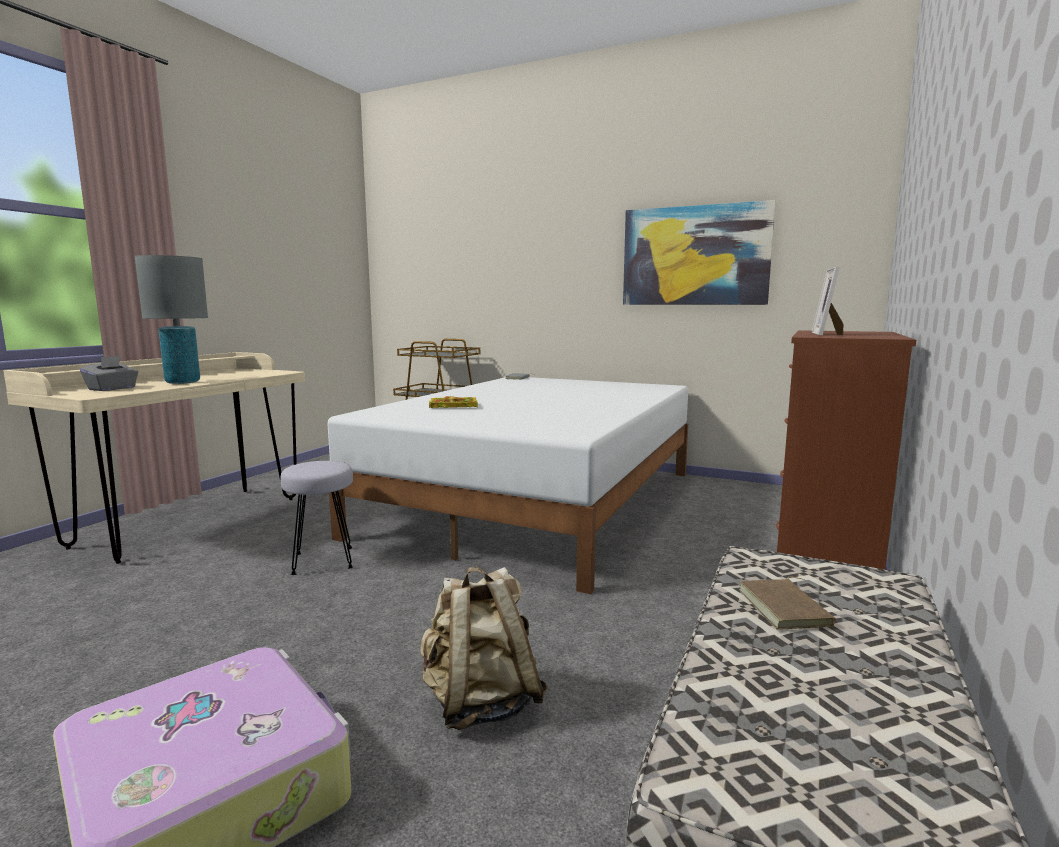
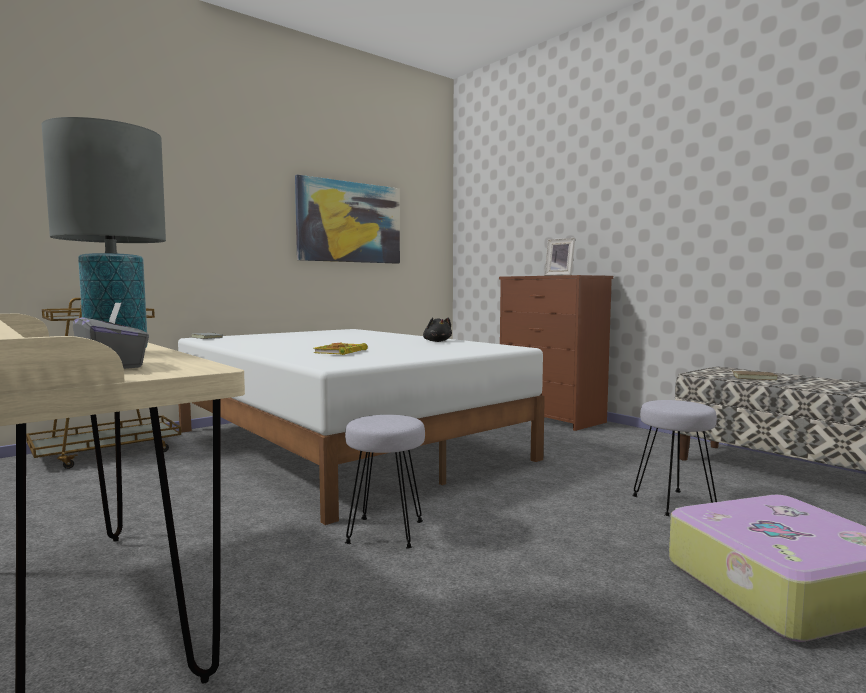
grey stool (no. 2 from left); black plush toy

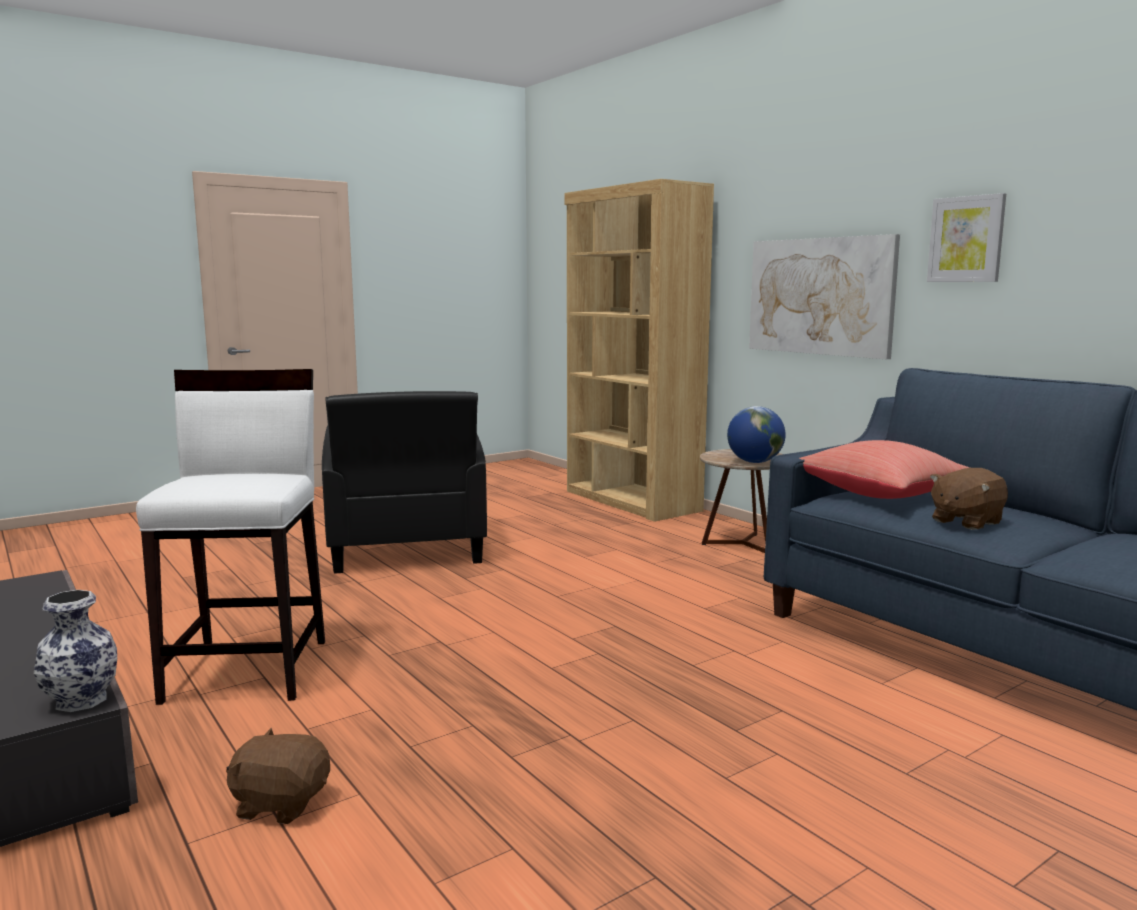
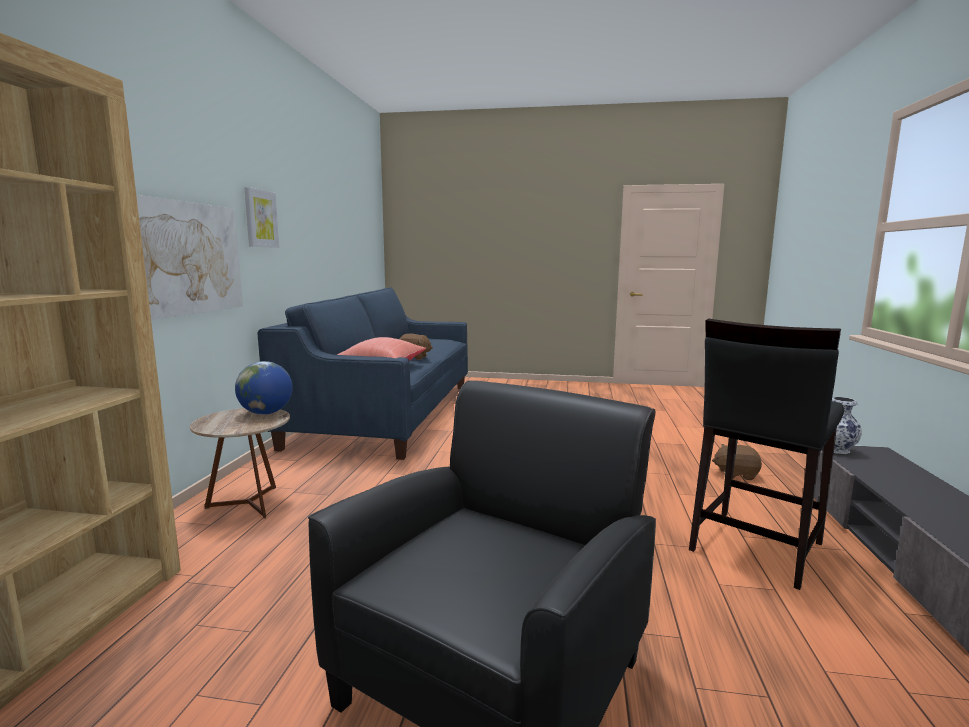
black stool; brown plush toy (no. 2 from left)

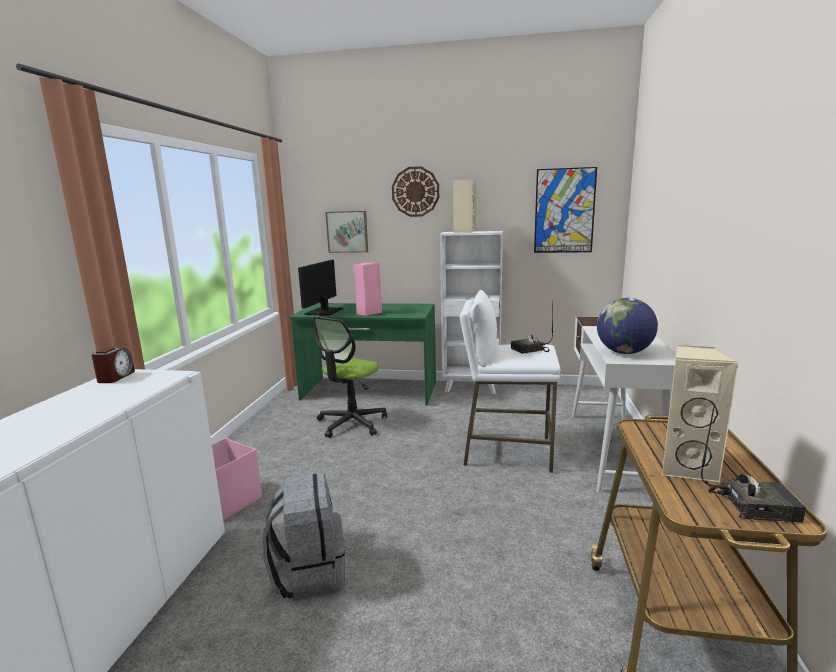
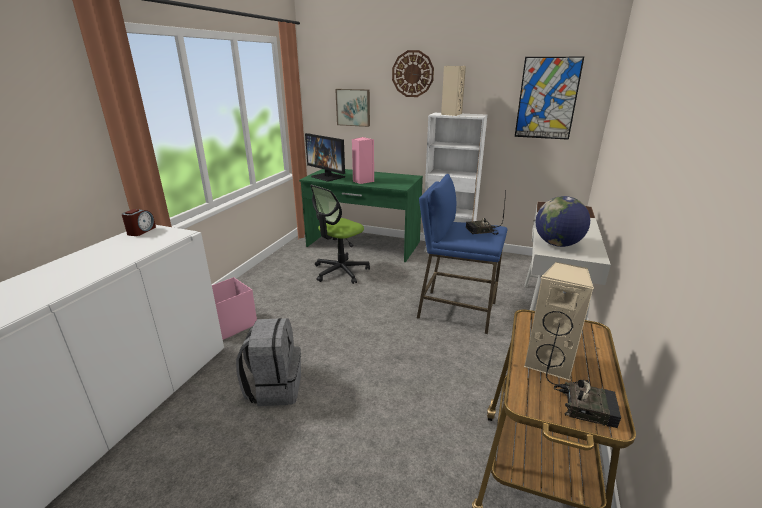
monitor; blue stool

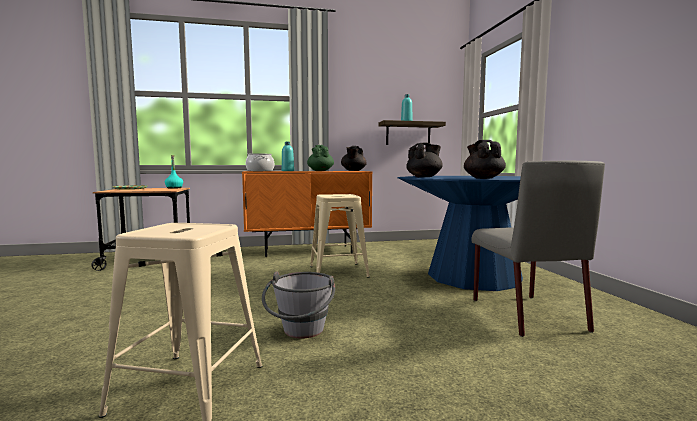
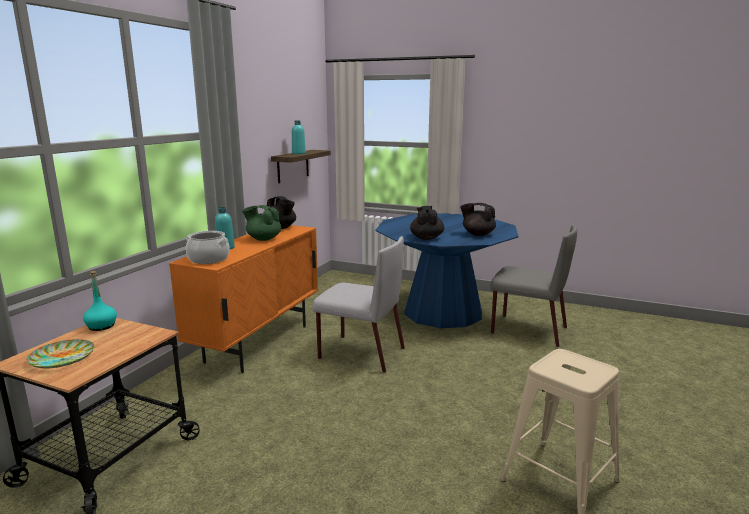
grey chair (no. 1 from left); grey bucket

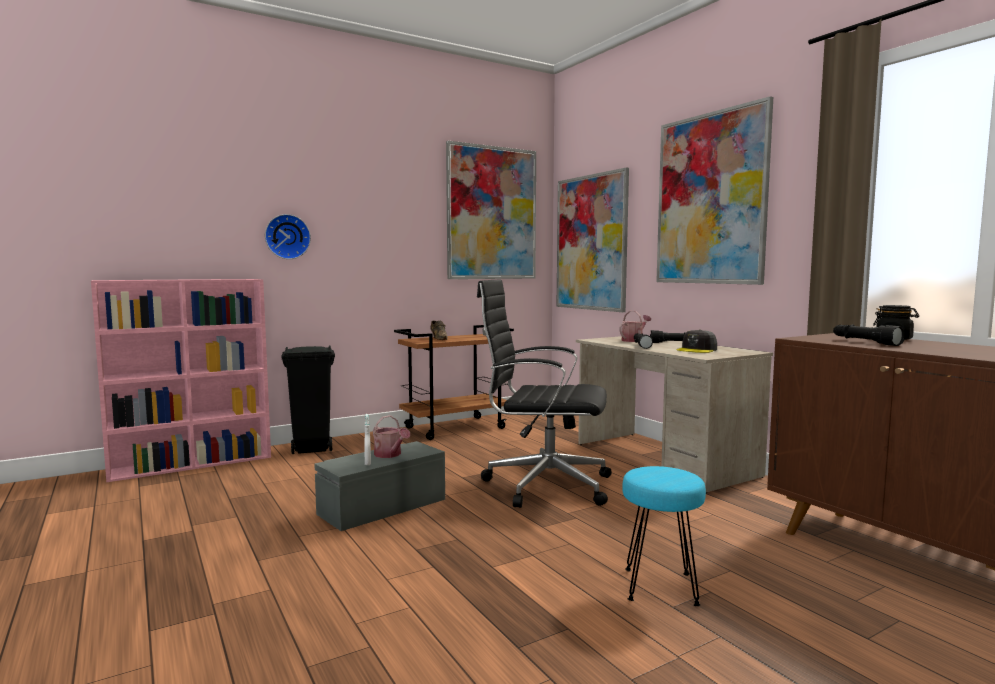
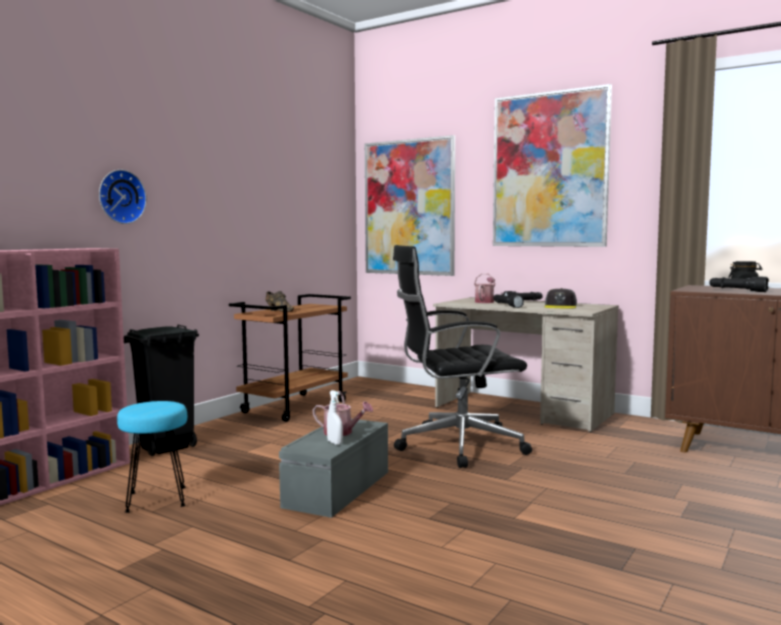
picture (no. 1 from left in the first image); turquoise stool

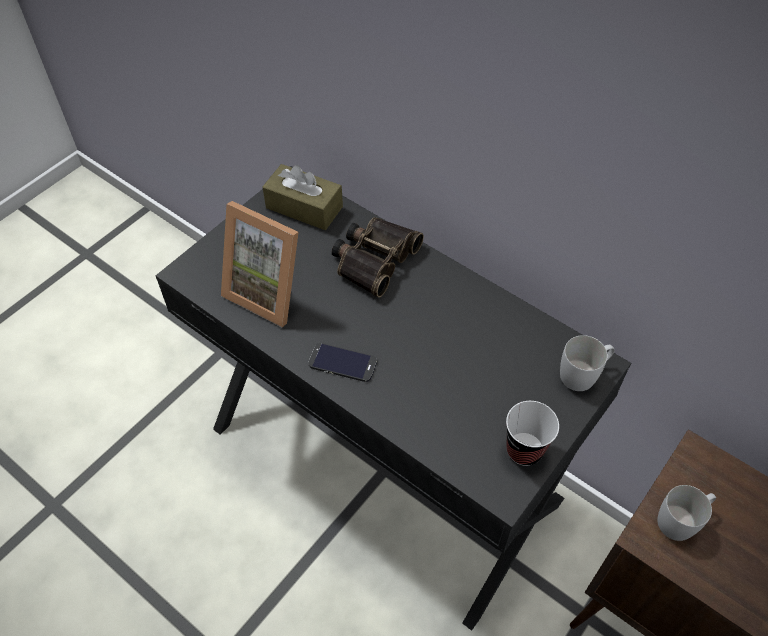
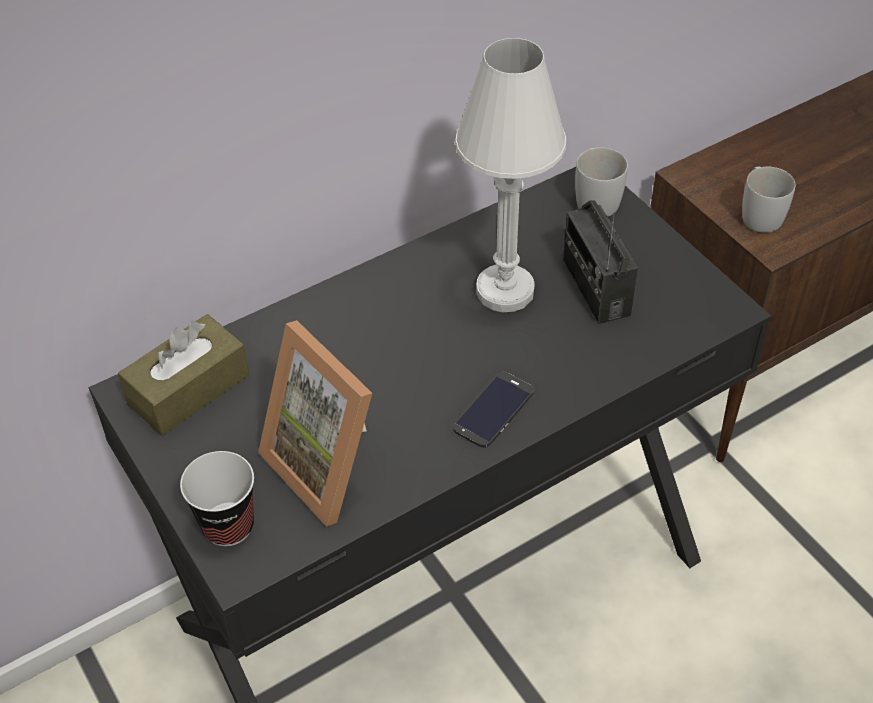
picture frame; binoculars; cup; white table lamp; radio

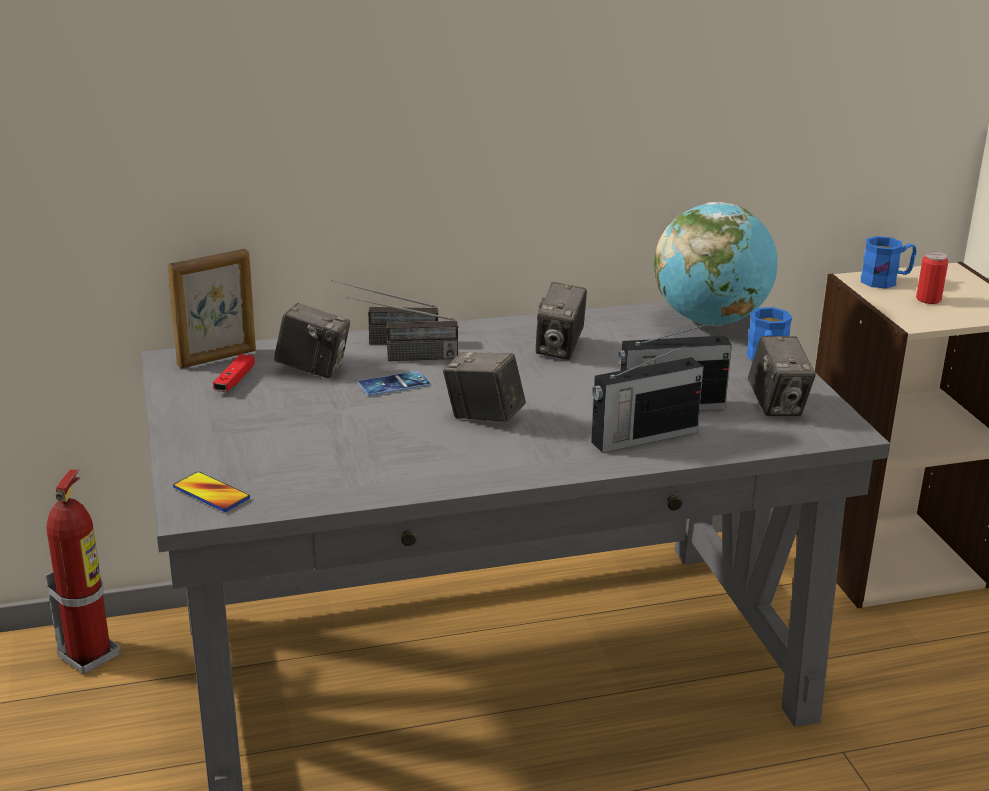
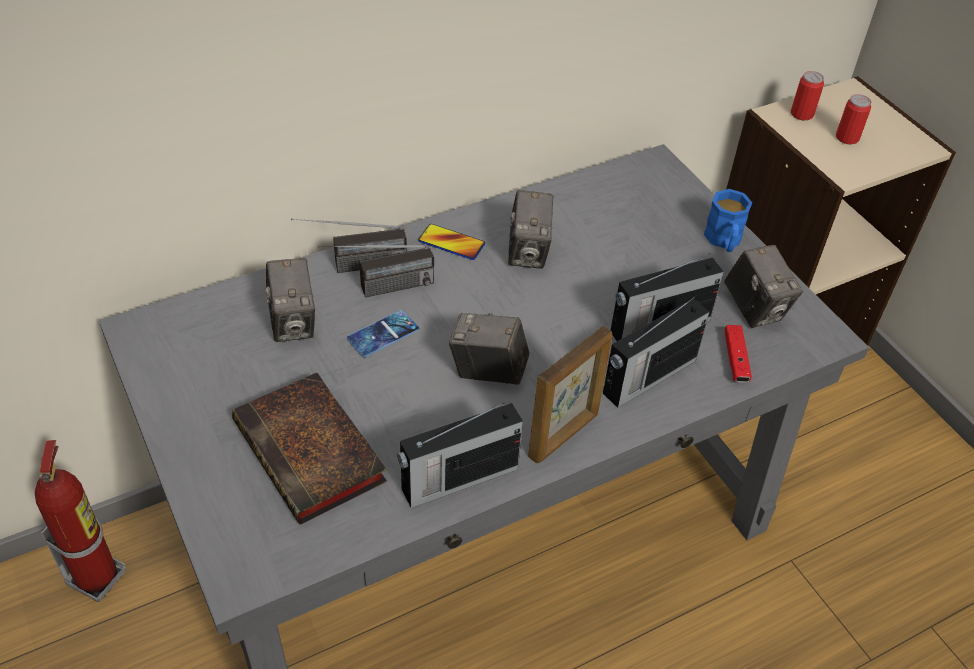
globe; can (no. 1 from left); picture frame; photo camera (no. 1 from left); red game controller; phone (no. 2 from left); book; radio (no. 3 from left)

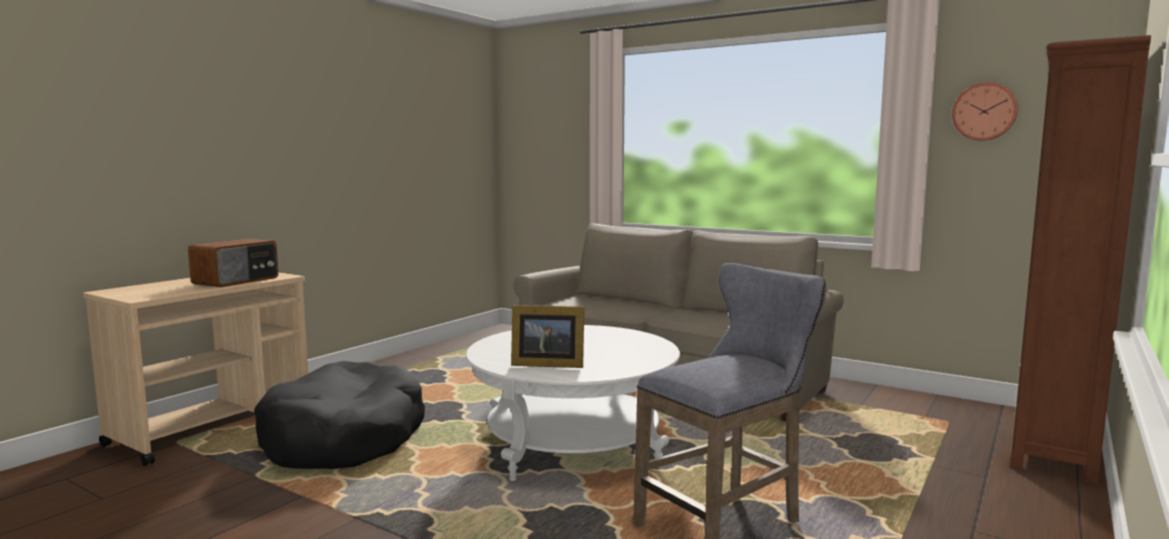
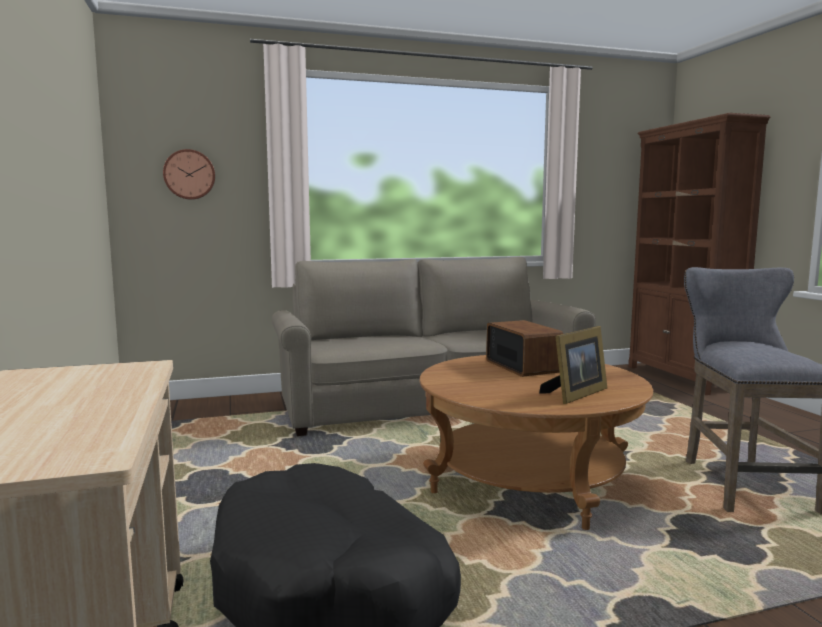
wall clock; radio; brown coffee table

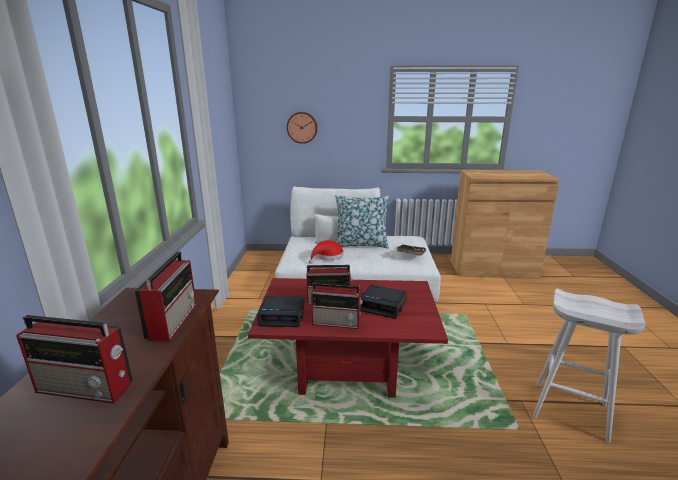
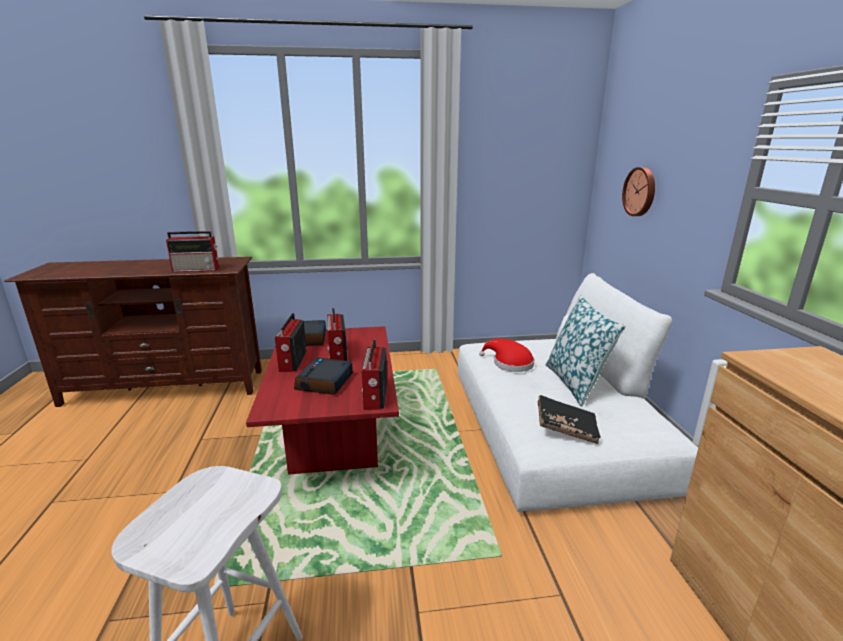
radio (no. 4 from left)

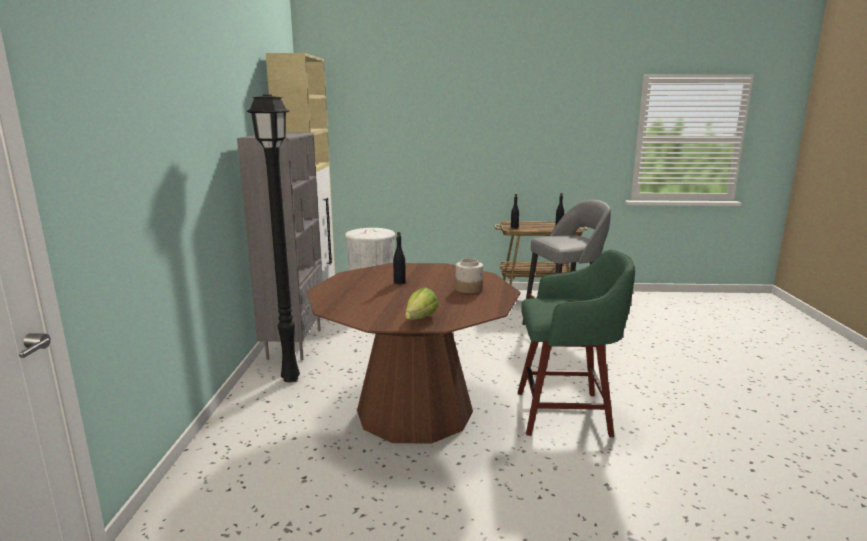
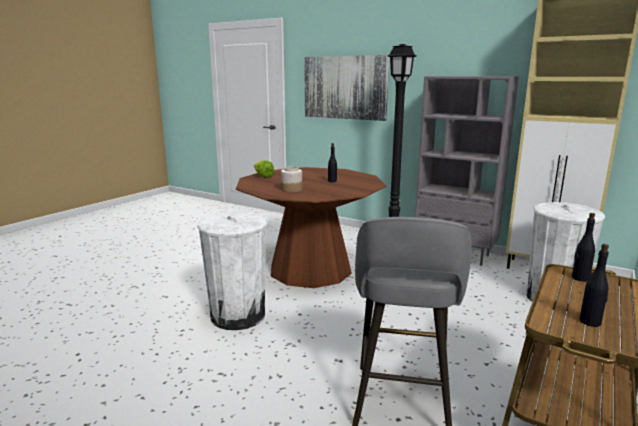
white trash can (no. 1 from left); picture

